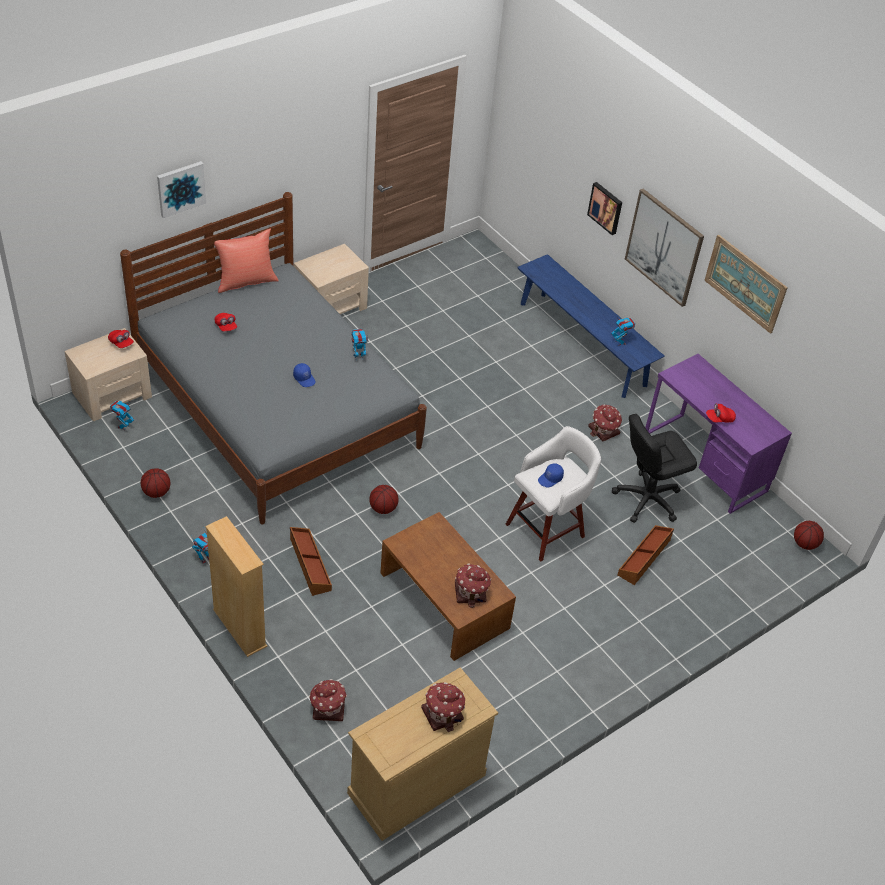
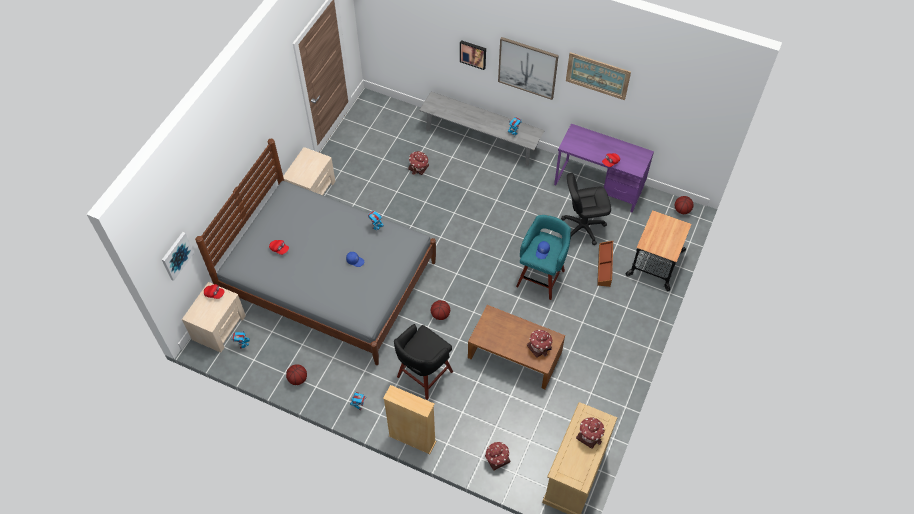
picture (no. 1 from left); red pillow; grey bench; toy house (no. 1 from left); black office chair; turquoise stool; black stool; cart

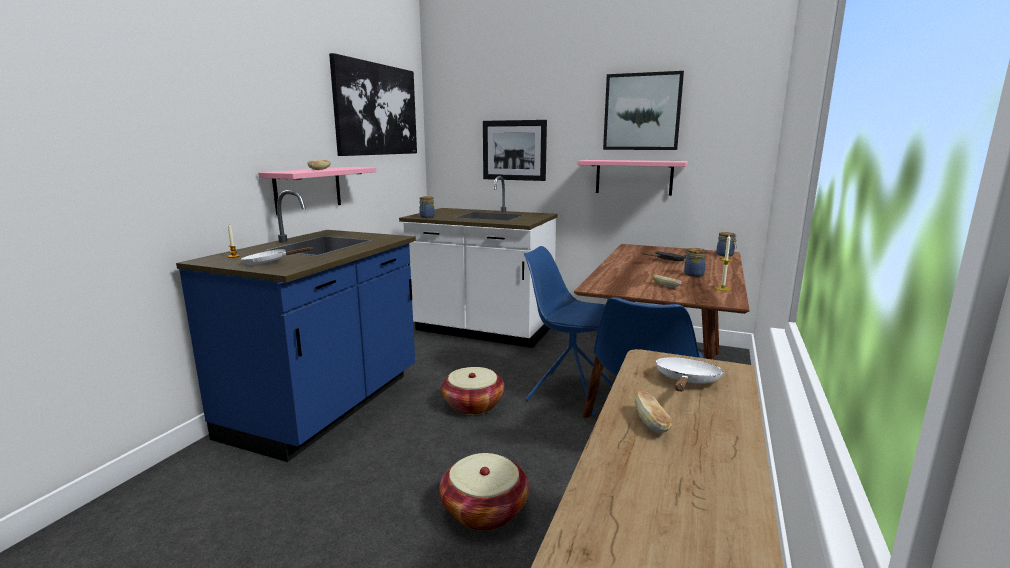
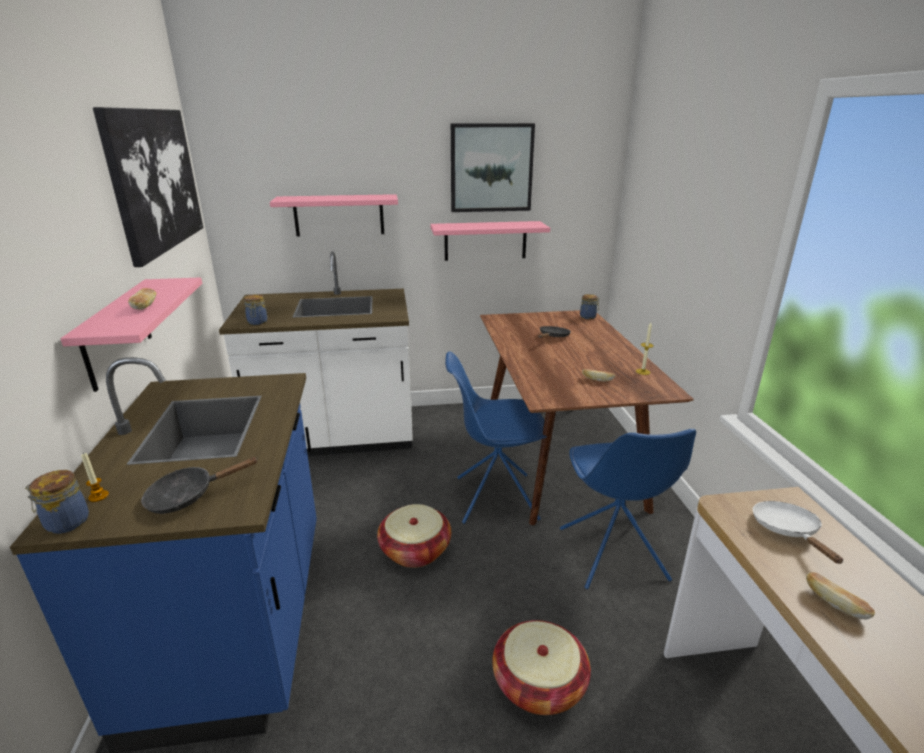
pink shelf (no. 2 from left); black frying pan (no. 1 from left); jar (no. 1 from left)

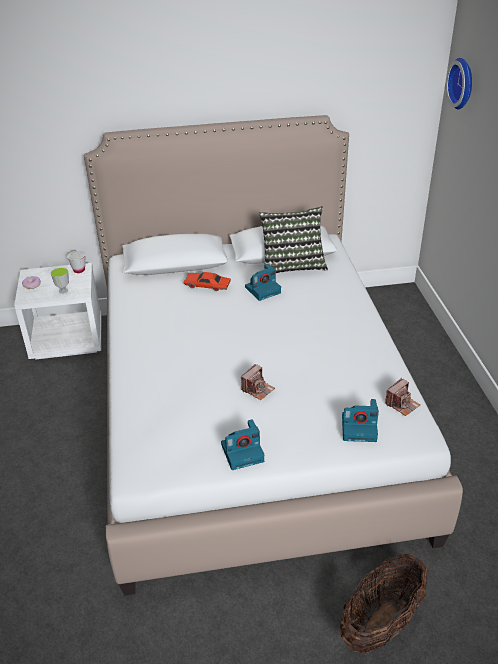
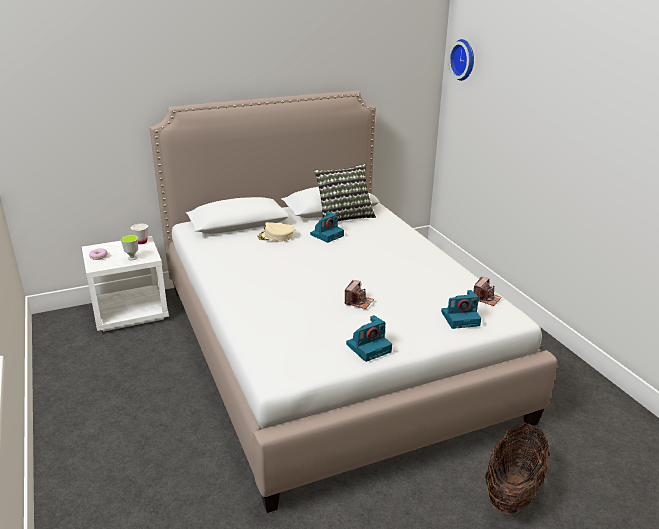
beige cap

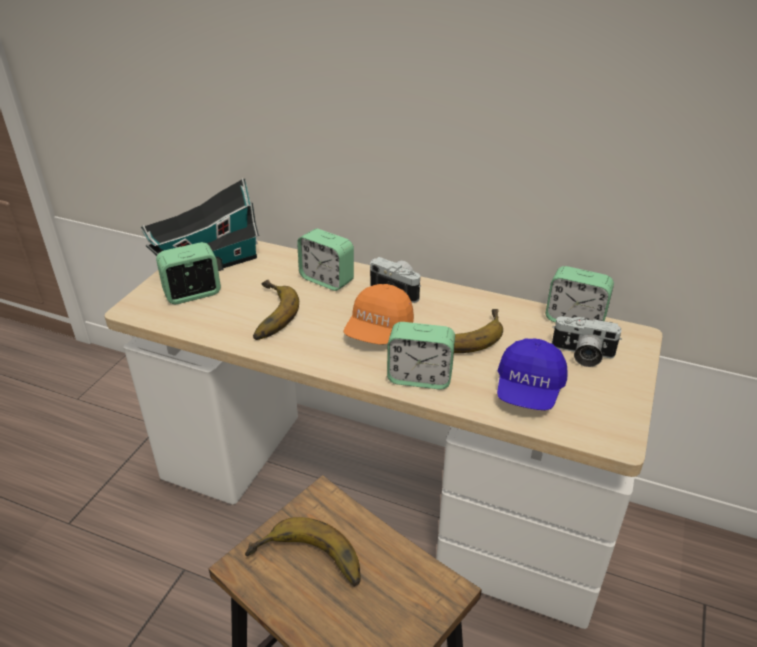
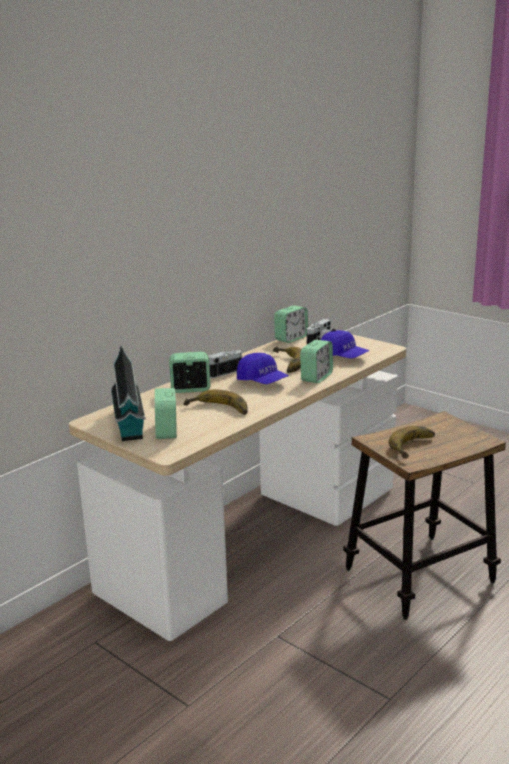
alarm clock (no. 2 from left); blue cap (no. 1 from left)

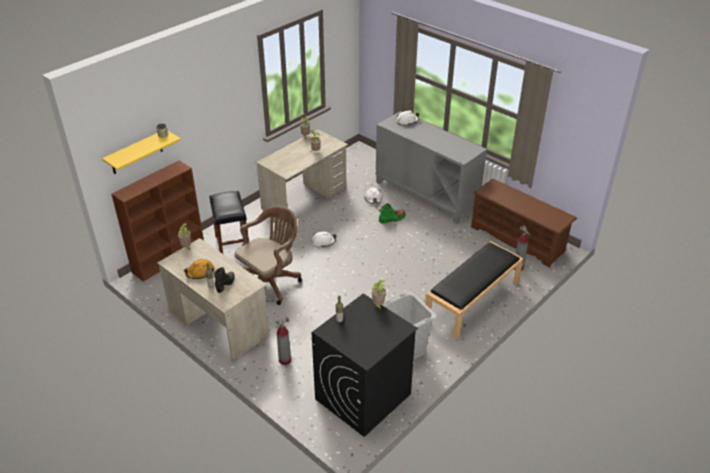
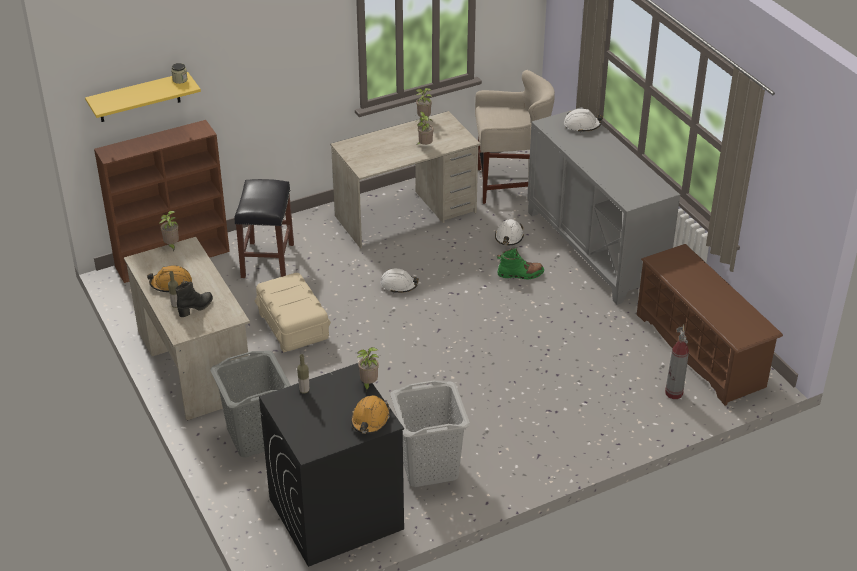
beige storage box; black bench; grey laundry basket (no. 1 from left); beige stool; orange hard hat (no. 2 from left)

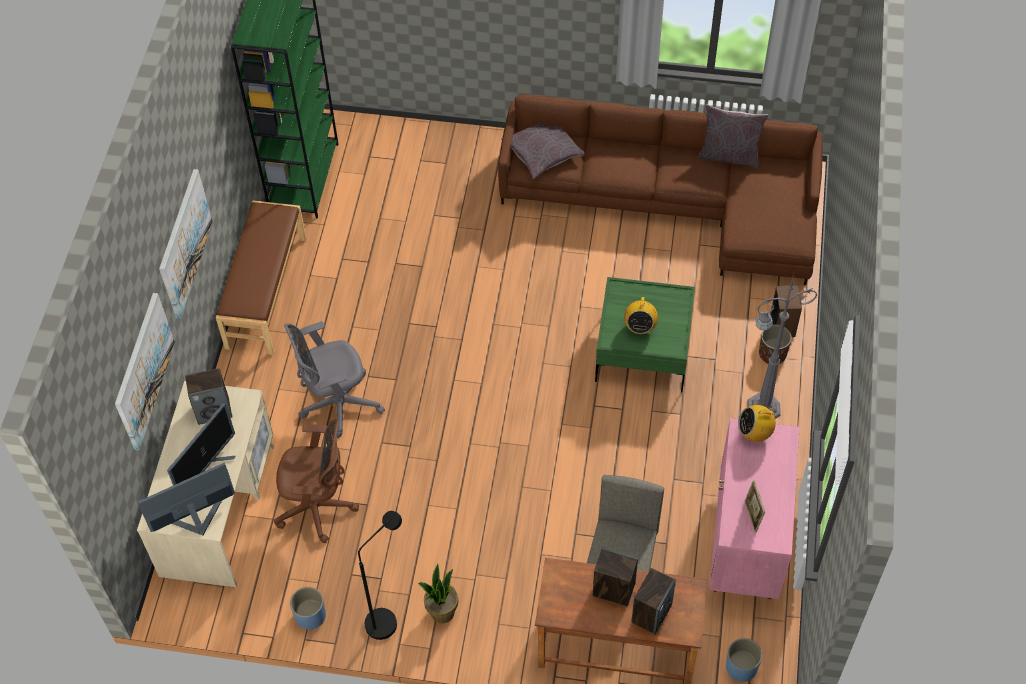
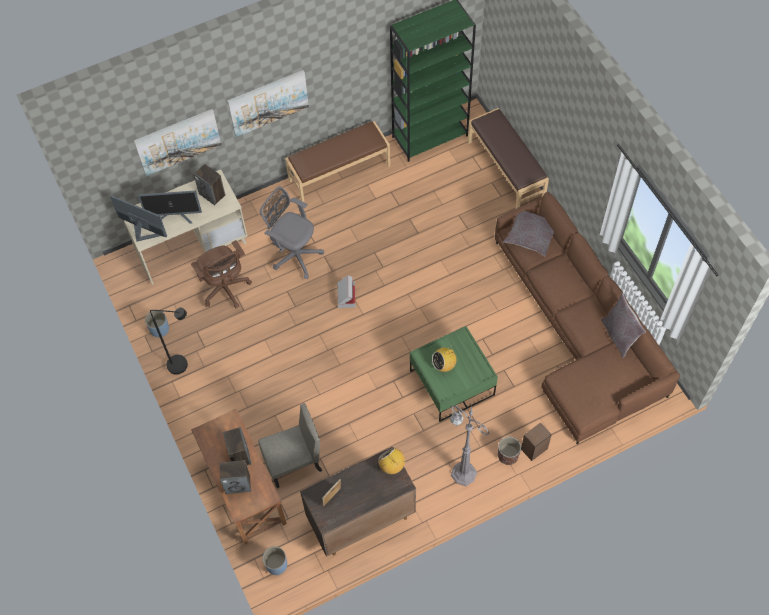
brown cabinet; potted plant; brown bench (no. 2 from left); cardboard box

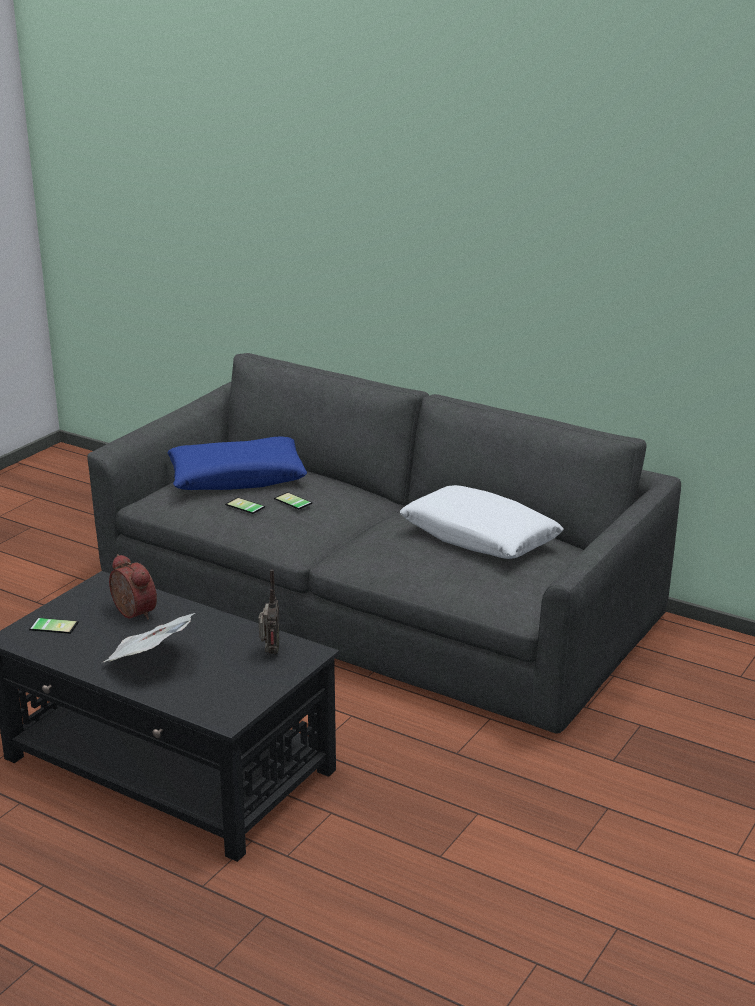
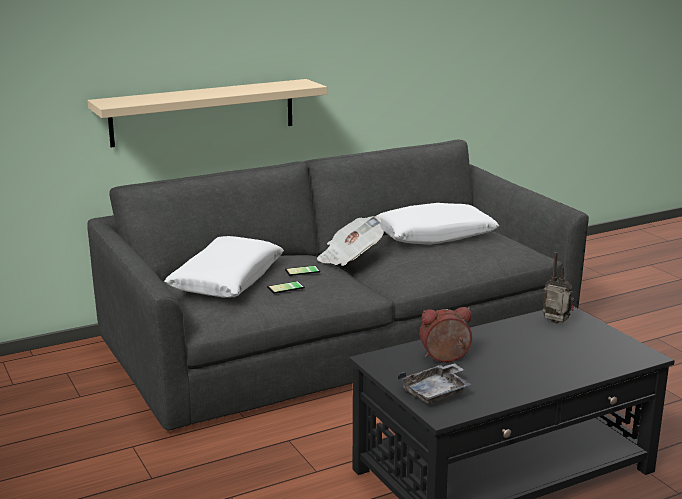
white pillow (no. 1 from left); newspaper; grey tray; beige shelf

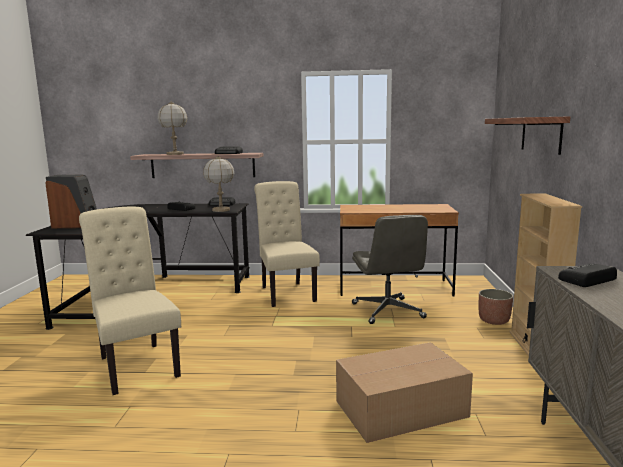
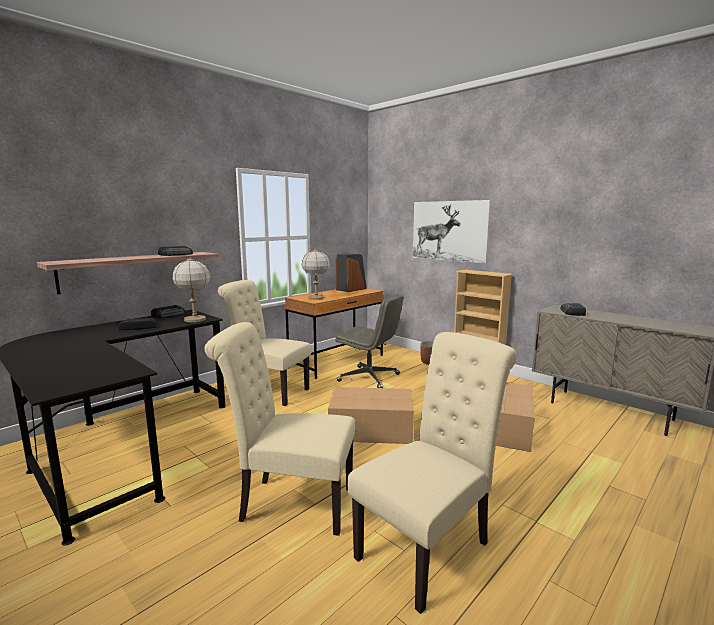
table lamp (no. 2 from left); picture; speaker; beige chair (no. 3 from left); cardboard box (no. 1 from left)

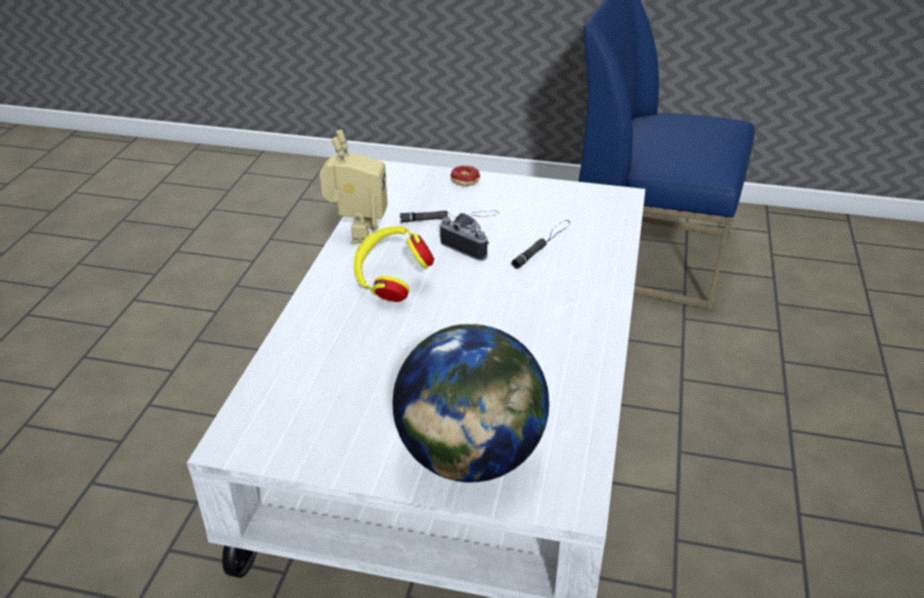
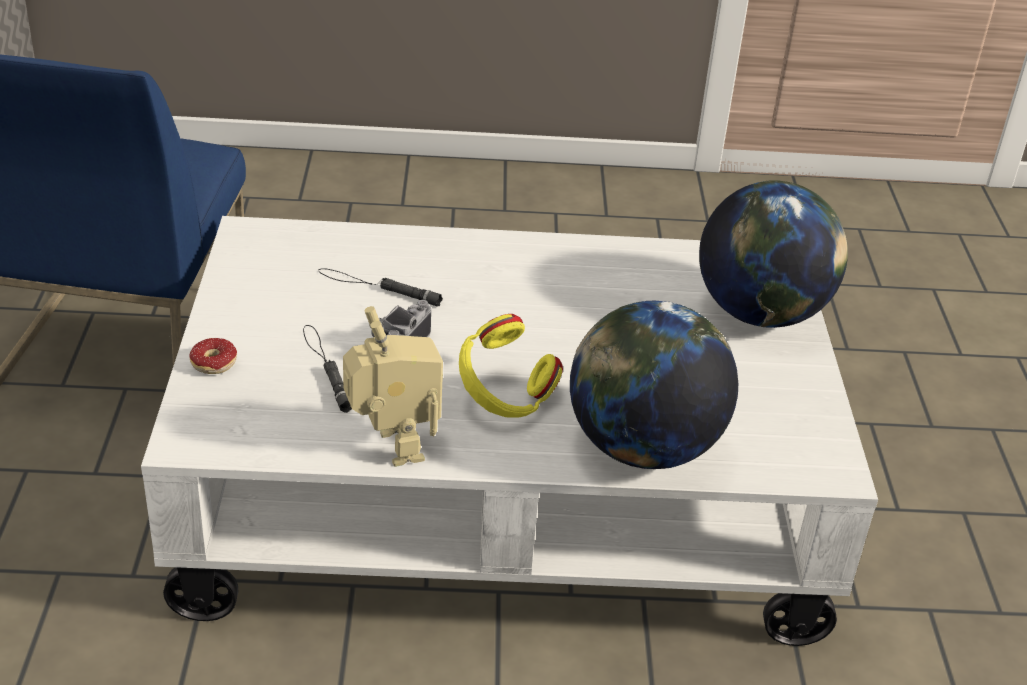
toy robot; globe (no. 1 from left)

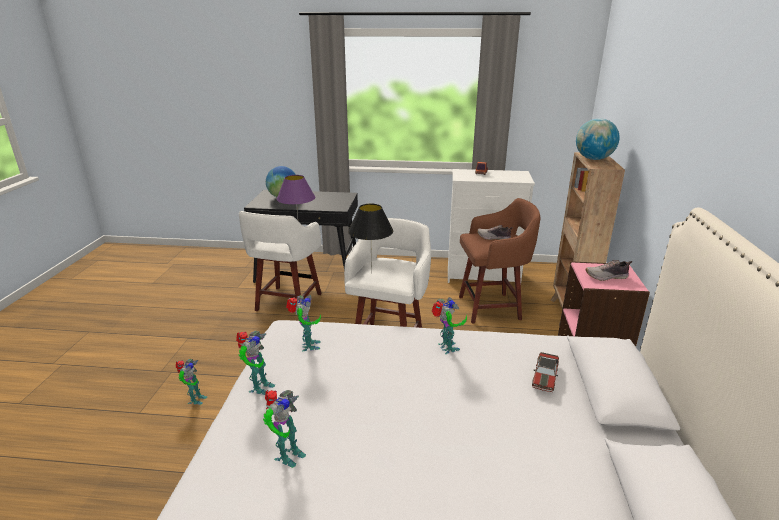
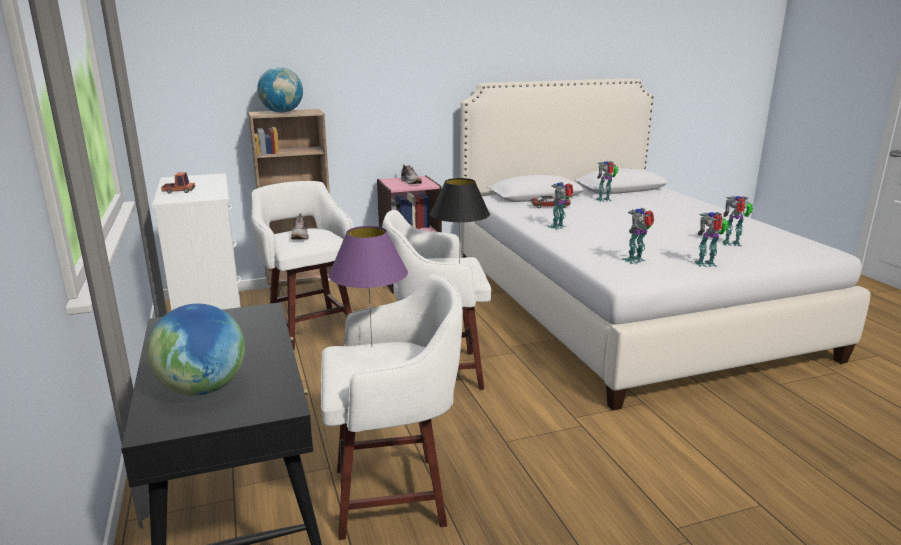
white stool (no. 1 from left); toy robot (no. 2 from left)

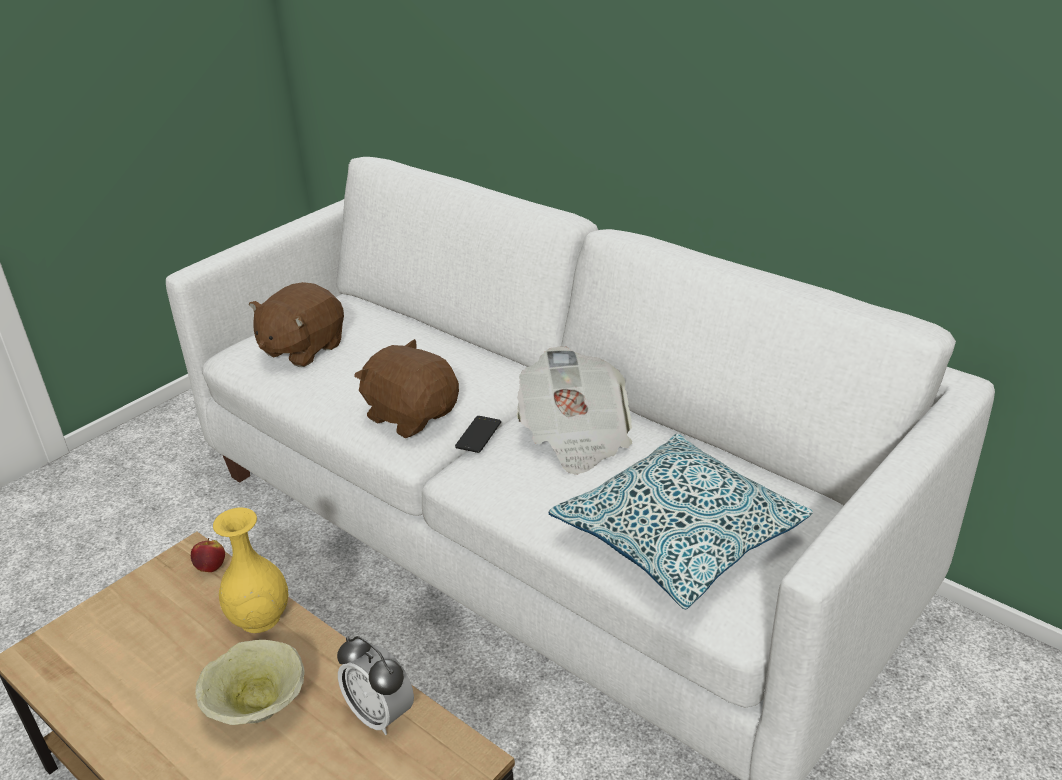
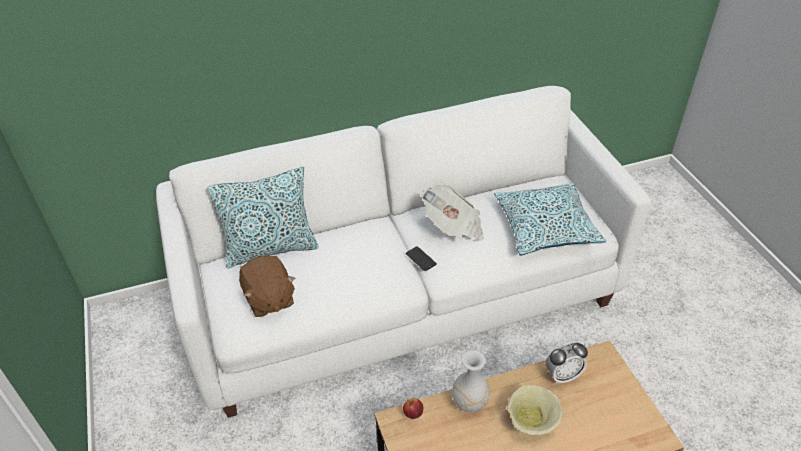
brown plush toy (no. 2 from left in the first image); white vase; pillow (no. 1 from left)

